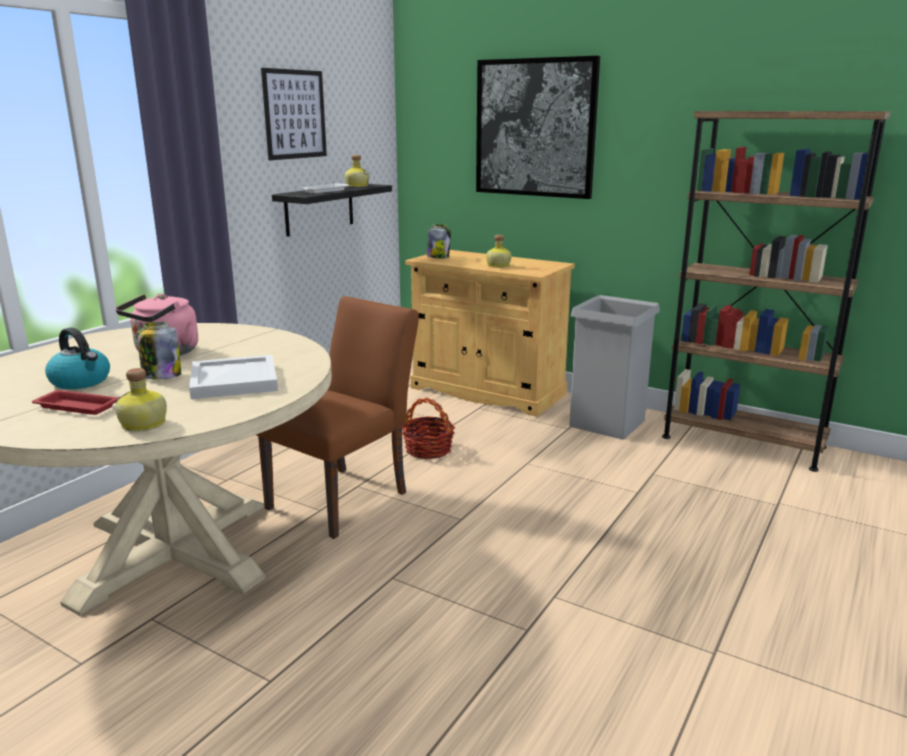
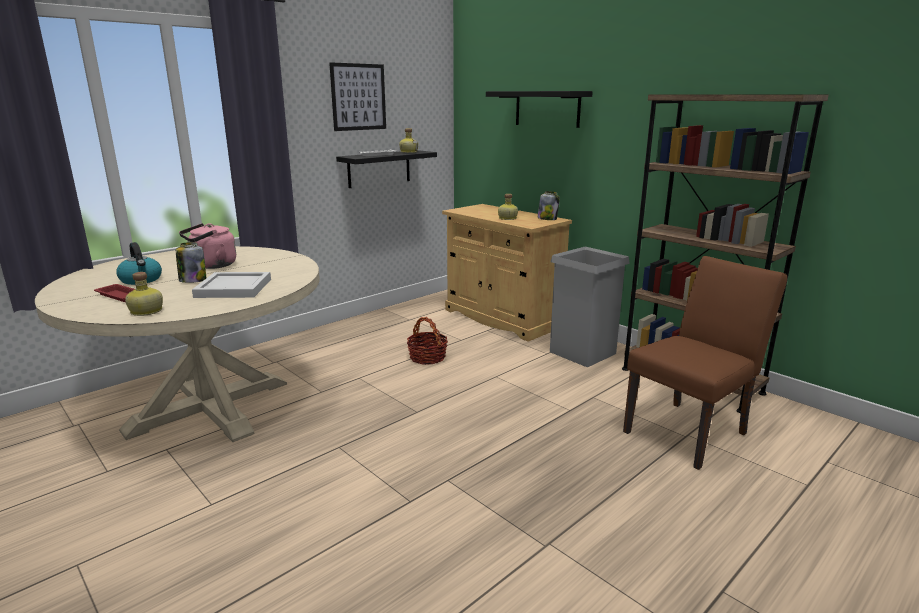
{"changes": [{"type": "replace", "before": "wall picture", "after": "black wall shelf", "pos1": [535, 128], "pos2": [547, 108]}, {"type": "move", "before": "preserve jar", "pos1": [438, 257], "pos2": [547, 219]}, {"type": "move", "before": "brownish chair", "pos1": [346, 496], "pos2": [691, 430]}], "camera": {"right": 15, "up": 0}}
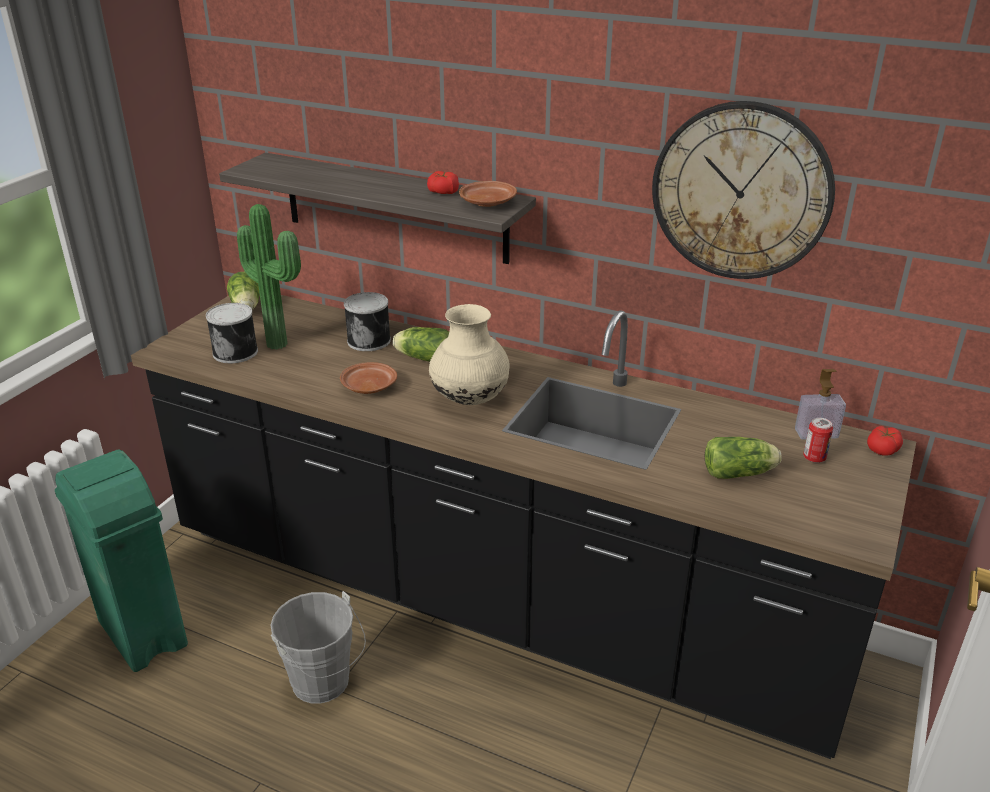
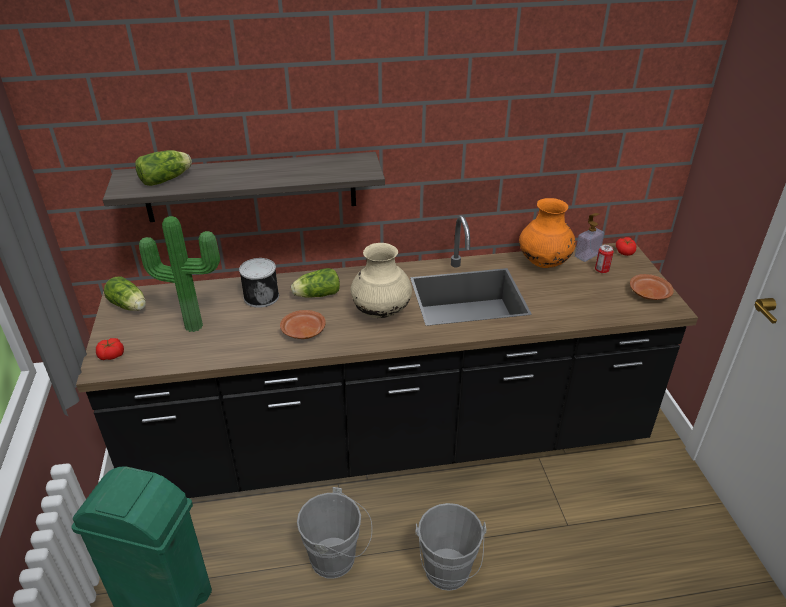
{"changes": [{"type": "delete", "before": "wall clock", "pos1": [741, 191]}, {"type": "move", "before": "fresh tomato", "pos1": [443, 192], "pos2": [111, 355]}, {"type": "move", "before": "brownish plate", "pos1": [488, 202], "pos2": [648, 293]}, {"type": "delete", "before": "metal can", "pos1": [236, 352]}, {"type": "move", "before": "lettuce head", "pos1": [740, 473], "pos2": [167, 179]}, {"type": "insert", "after": "orange decorative vase", "pos2": [543, 263]}, {"type": "insert", "after": "gray bucket", "pos2": [447, 575]}], "camera": {"right": -35, "up": 5}}
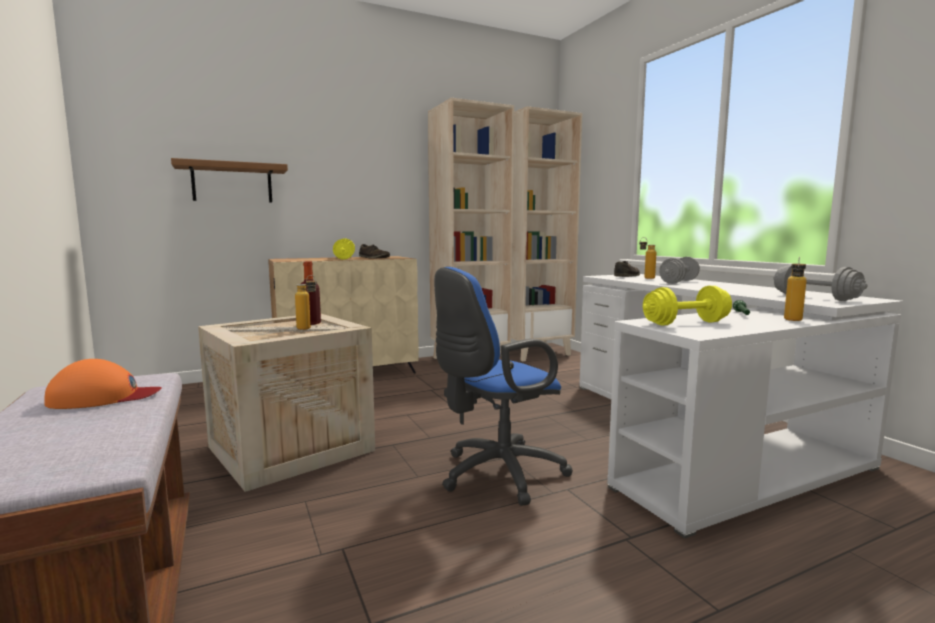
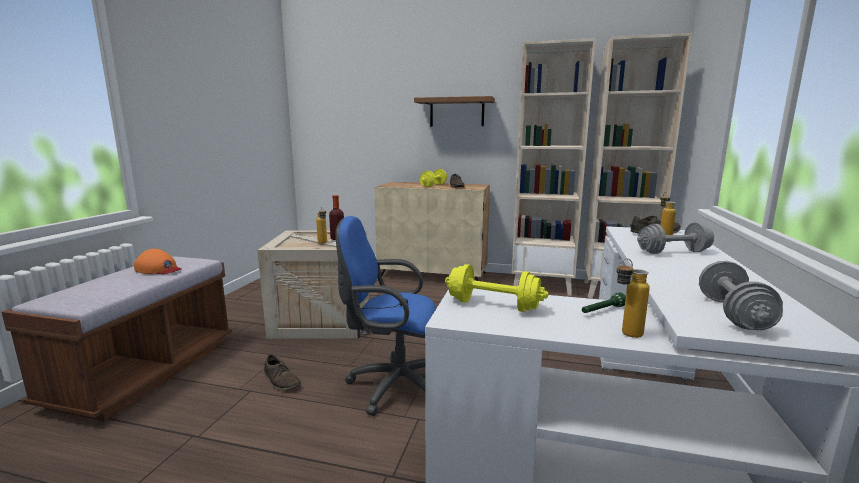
{"changes": [{"type": "move", "before": "brownish wall shelf", "pos1": [232, 183], "pos2": [456, 112]}, {"type": "insert", "after": "brownish low shoe", "pos2": [281, 380]}], "camera": {"right": 40, "up": 5}}
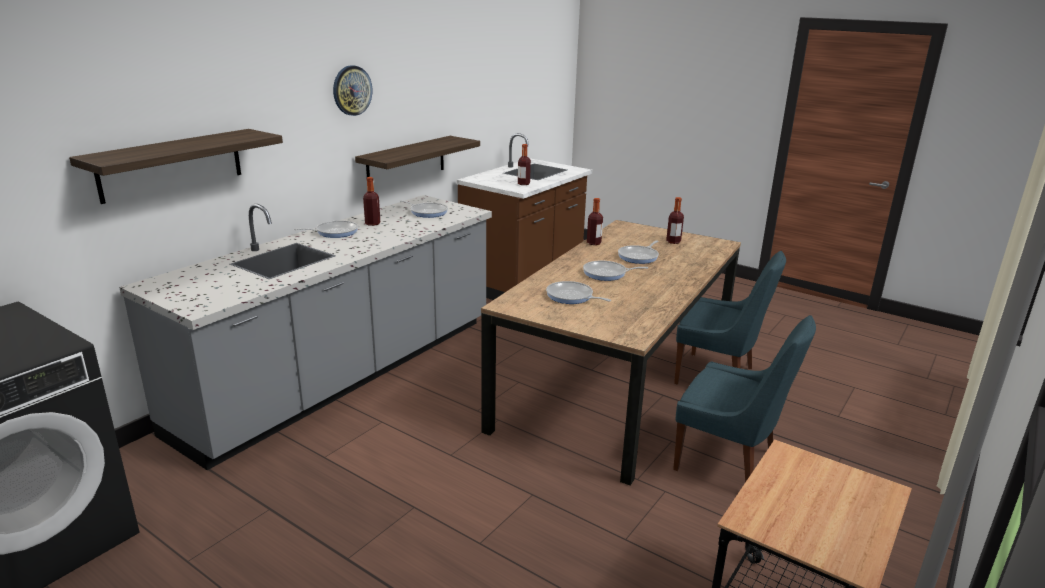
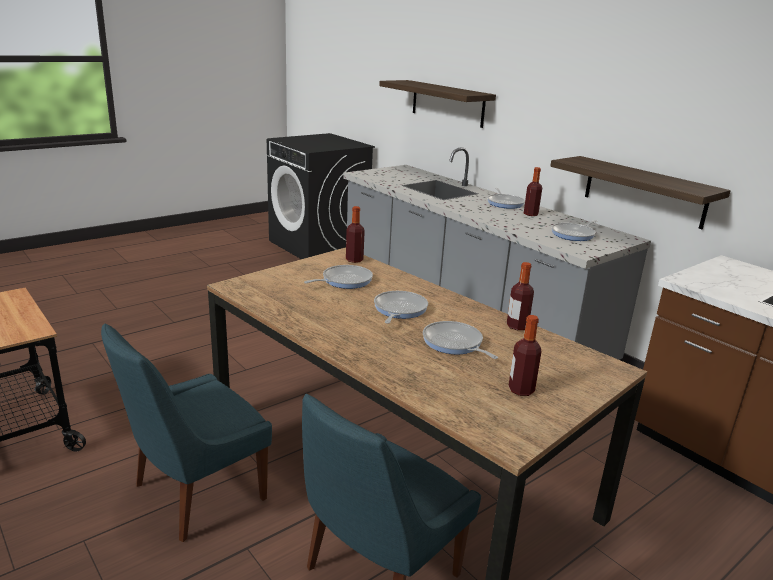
{"changes": [{"type": "delete", "before": "wall clock", "pos1": [352, 90]}, {"type": "move", "before": "beverage bottle", "pos1": [523, 184], "pos2": [354, 260]}], "camera": {"right": 105, "up": 0}}
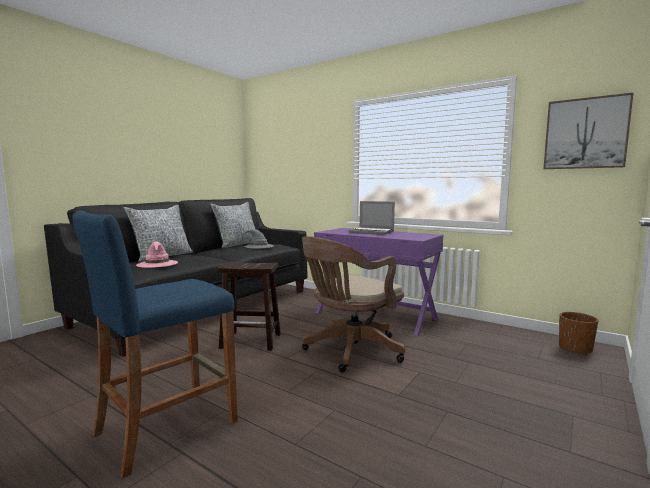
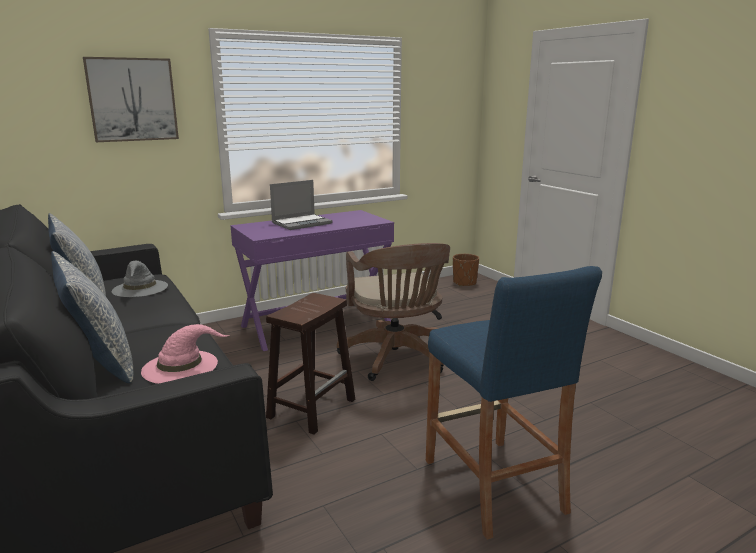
{"changes": [{"type": "move", "before": "wall picture", "pos1": [585, 133], "pos2": [132, 99]}], "camera": {"right": -65, "up": 10}}
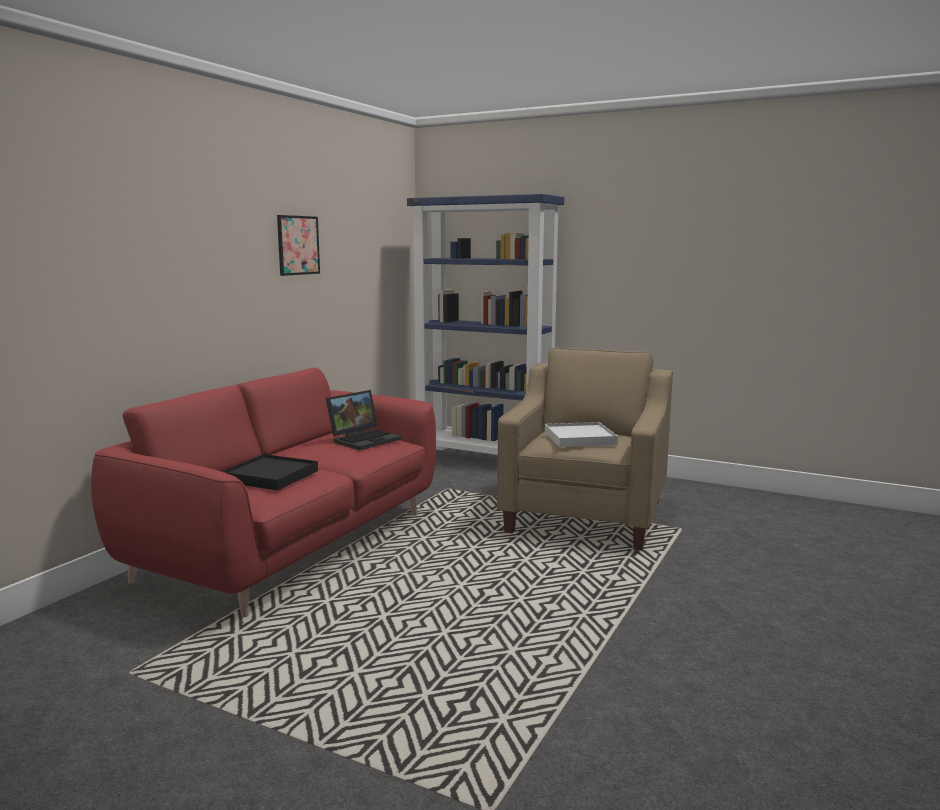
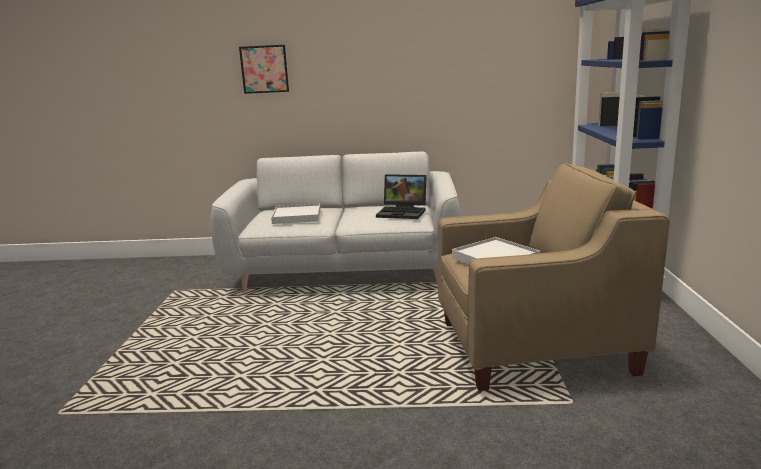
{"changes": [{"type": "move", "before": "wall picture", "pos1": [298, 245], "pos2": [264, 69]}, {"type": "recolor", "before": "red-coloured settee", "after": "gray settee", "pos1": [290, 546], "pos2": [345, 272]}, {"type": "recolor", "before": "black tray", "after": "white-coloured tray", "pos1": [270, 476], "pos2": [297, 216]}], "camera": {"right": 65, "up": 5}}
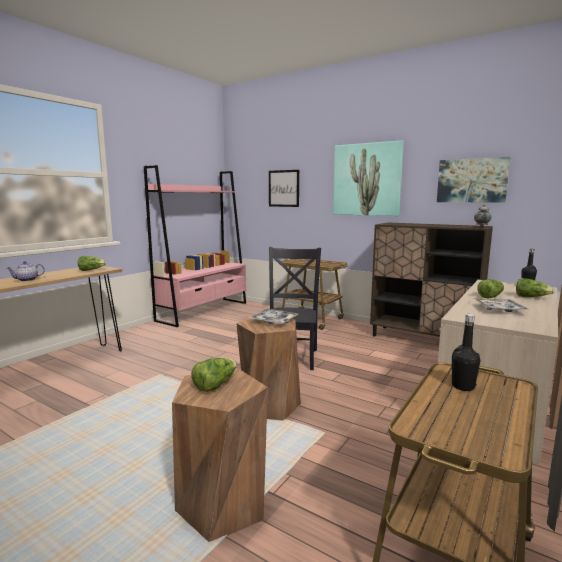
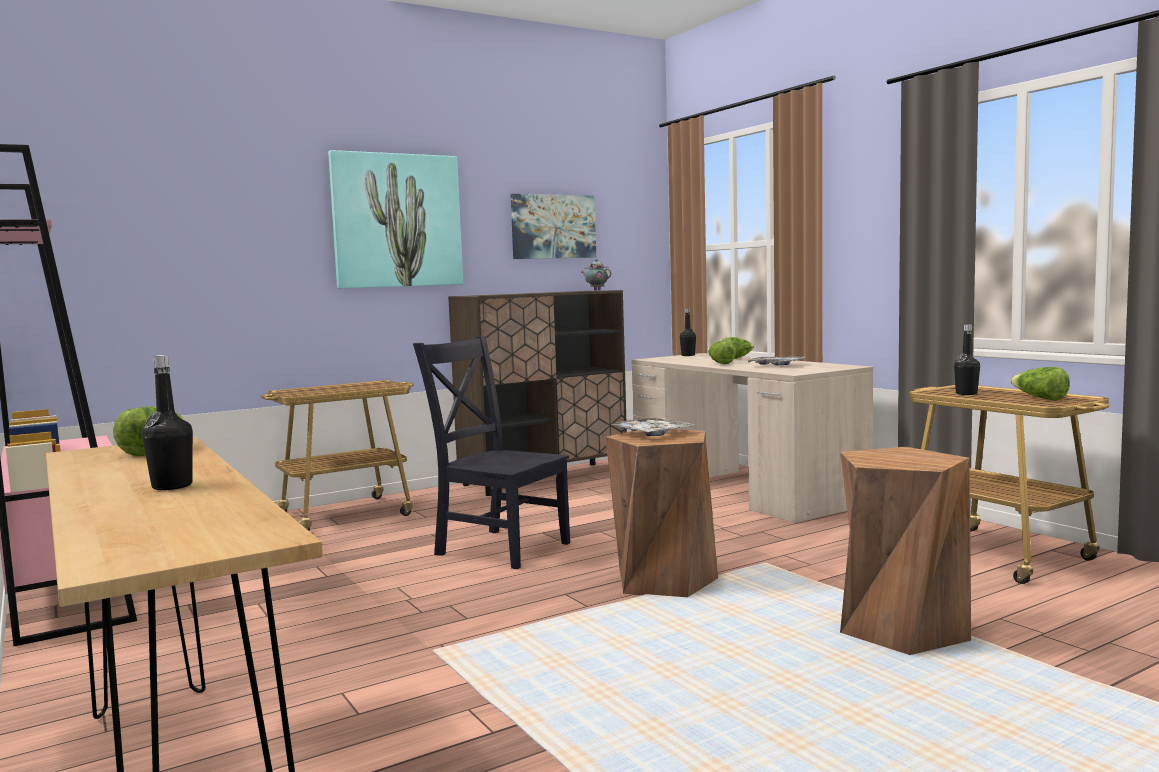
{"changes": [{"type": "delete", "before": "wall picture", "pos1": [283, 188]}, {"type": "replace", "before": "teapot", "after": "black beverage bottle", "pos1": [26, 280], "pos2": [172, 486]}, {"type": "move", "before": "lettuce head", "pos1": [215, 385], "pos2": [1039, 398]}], "camera": {"right": -65, "up": -5}}
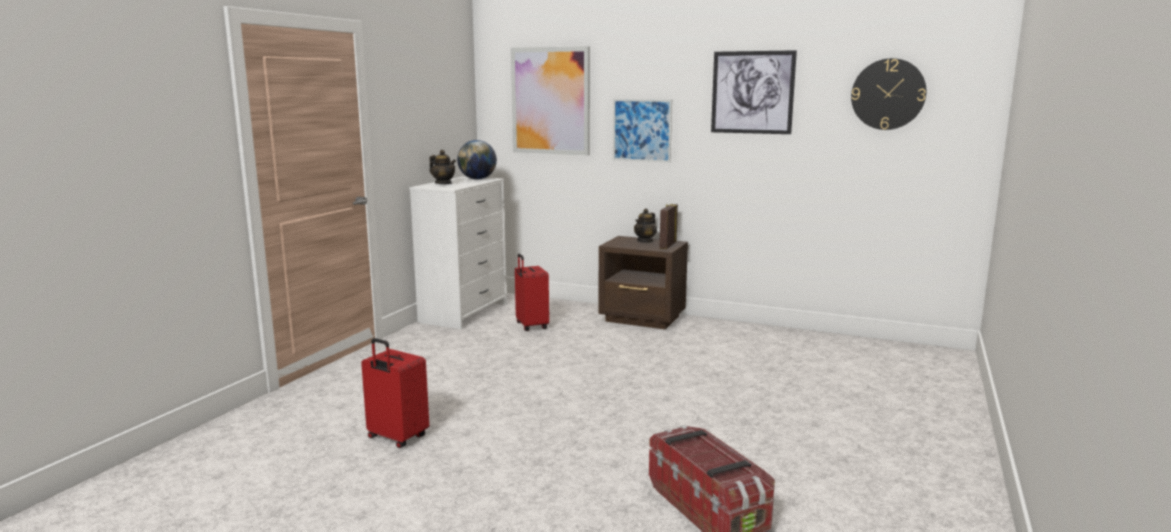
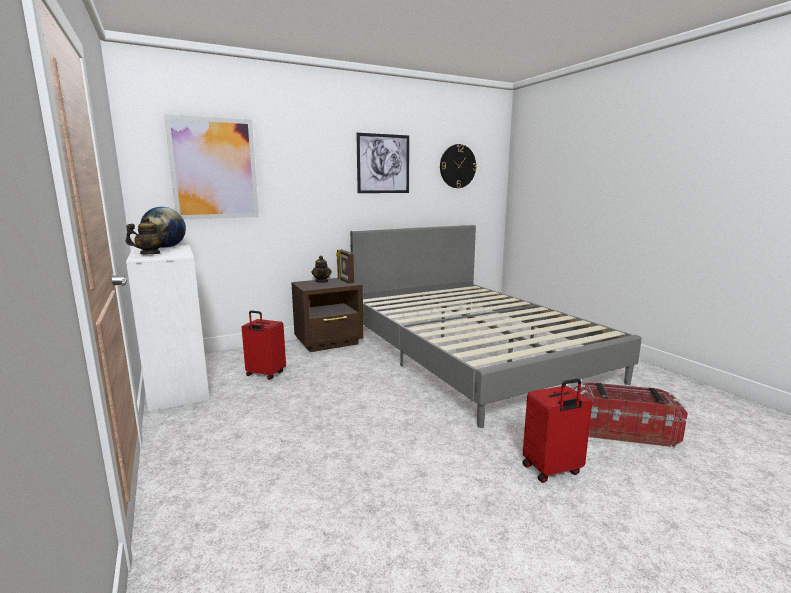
{"changes": [{"type": "delete", "before": "wall picture", "pos1": [642, 130]}, {"type": "move", "before": "red-coloured travel case", "pos1": [396, 438], "pos2": [552, 470]}, {"type": "insert", "after": "gray bed", "pos2": [472, 353]}], "camera": {"right": -50, "up": 0}}
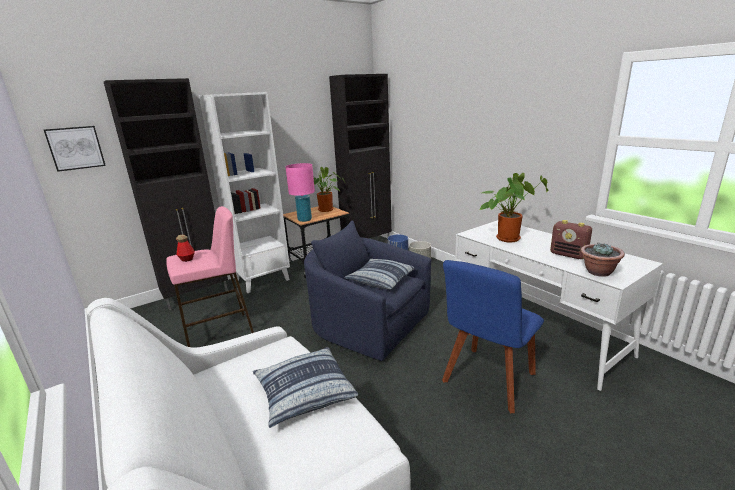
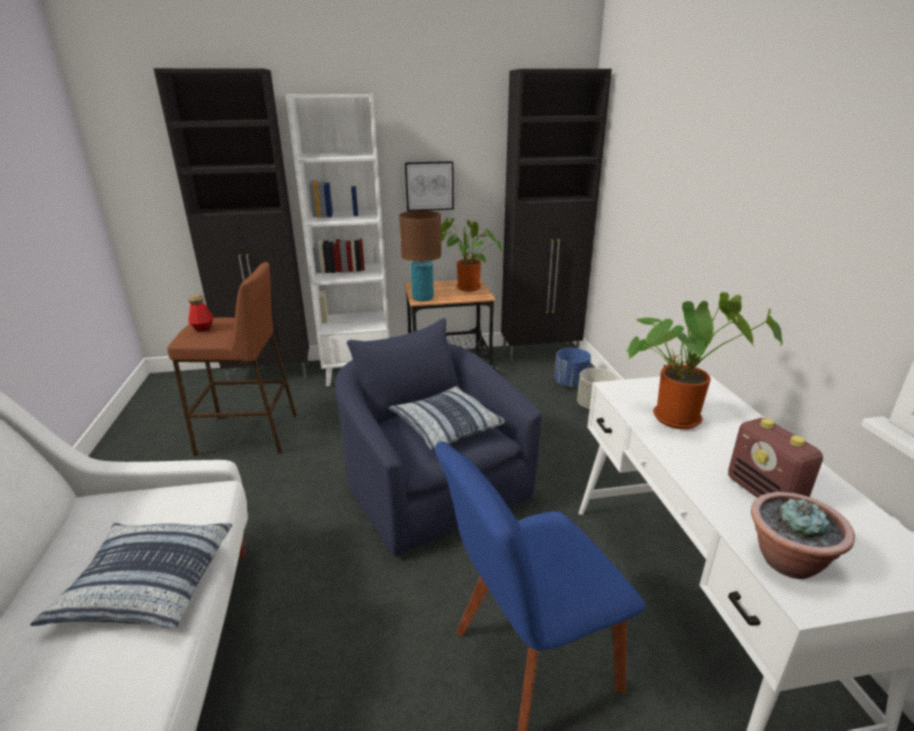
{"changes": [{"type": "move", "before": "wall picture", "pos1": [76, 148], "pos2": [429, 186]}, {"type": "recolor", "before": "pinkish lamp for a table", "after": "brownish lamp for a table", "pos1": [304, 220], "pos2": [422, 298]}, {"type": "recolor", "before": "pinkish sitting stool", "after": "brownish sitting stool", "pos1": [219, 333], "pos2": [249, 434]}], "camera": {"right": 25, "up": 5}}
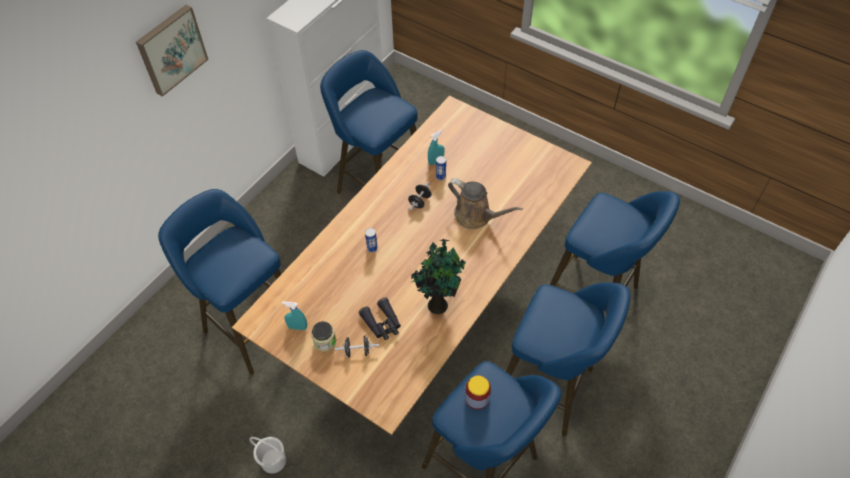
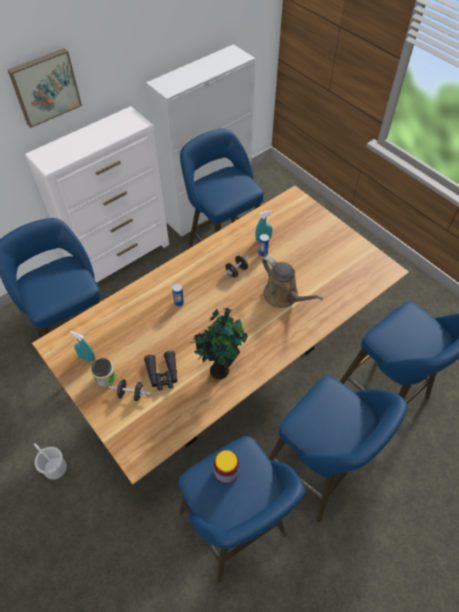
{"changes": [{"type": "insert", "after": "white-coloured dresser", "pos2": [122, 258]}], "camera": {"right": 15, "up": 0}}
